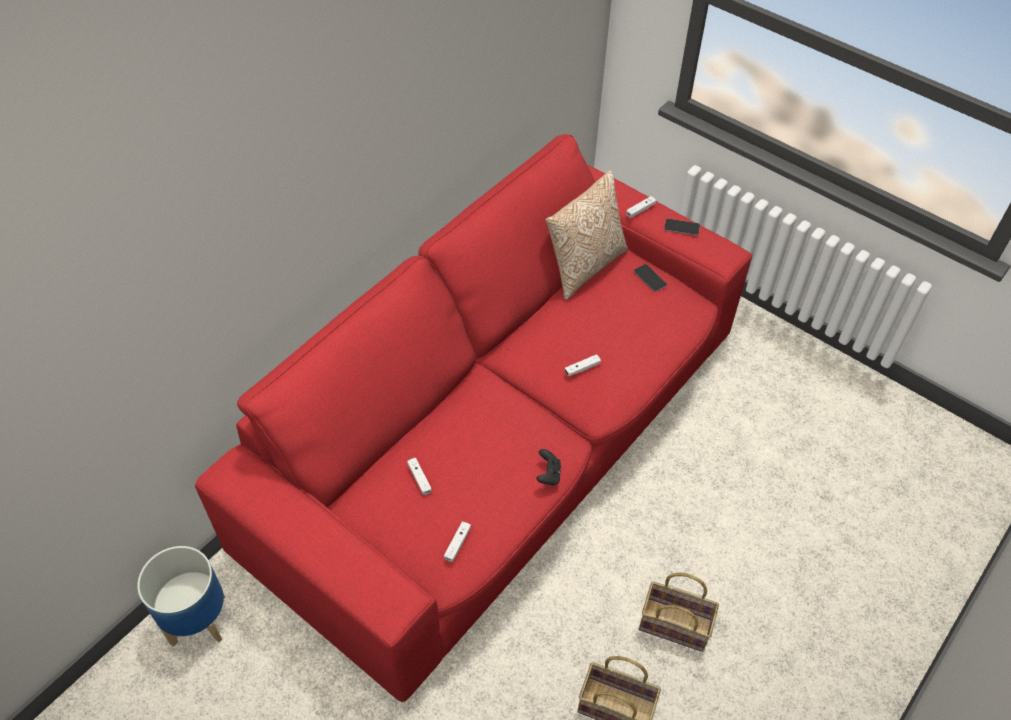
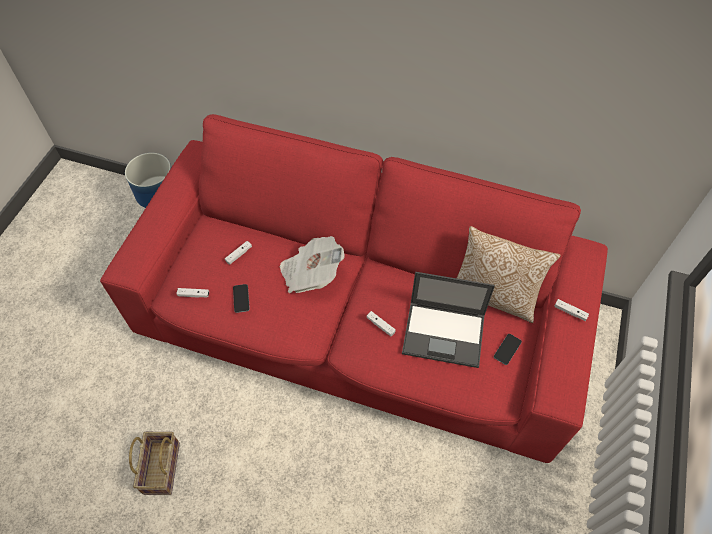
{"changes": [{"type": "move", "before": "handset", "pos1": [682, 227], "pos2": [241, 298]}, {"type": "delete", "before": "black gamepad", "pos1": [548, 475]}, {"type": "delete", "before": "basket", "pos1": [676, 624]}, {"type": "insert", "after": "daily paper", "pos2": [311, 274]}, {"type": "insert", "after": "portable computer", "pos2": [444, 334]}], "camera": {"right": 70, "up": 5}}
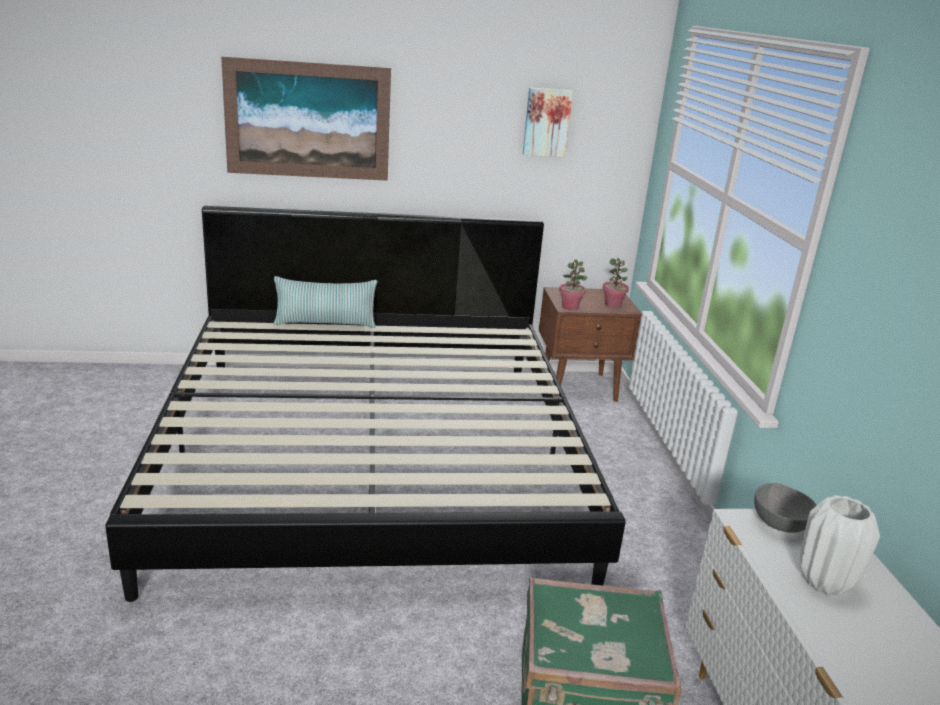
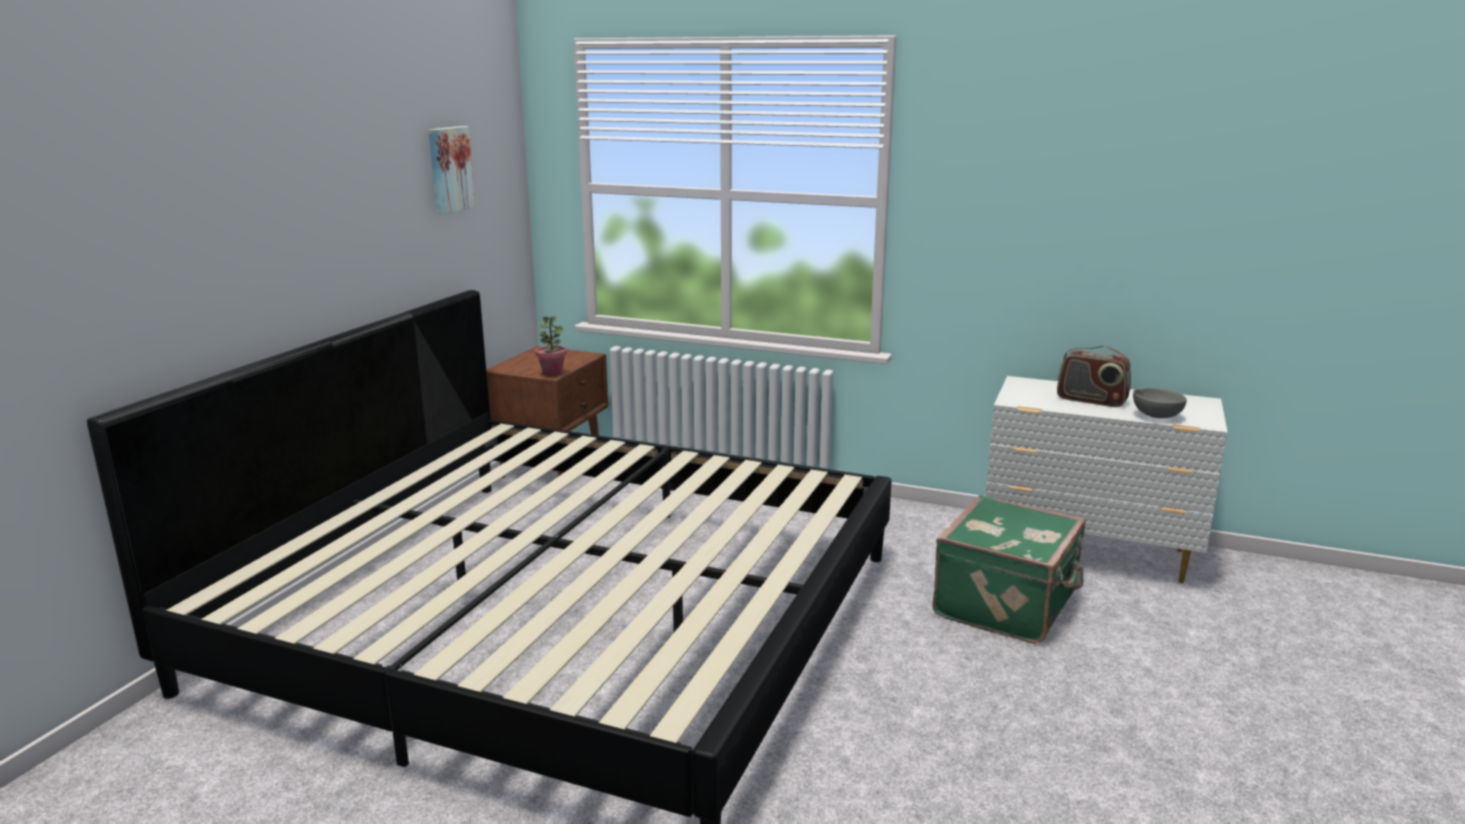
{"changes": [{"type": "delete", "before": "wall picture", "pos1": [308, 120]}, {"type": "delete", "before": "potted plant", "pos1": [613, 305]}, {"type": "delete", "before": "pillow", "pos1": [325, 323]}, {"type": "move", "before": "gray deep dish", "pos1": [780, 523], "pos2": [1155, 416]}, {"type": "replace", "before": "white-coloured decorative vase", "after": "radio receiver", "pos1": [825, 582], "pos2": [1091, 400]}], "camera": {"right": -60, "up": -5}}
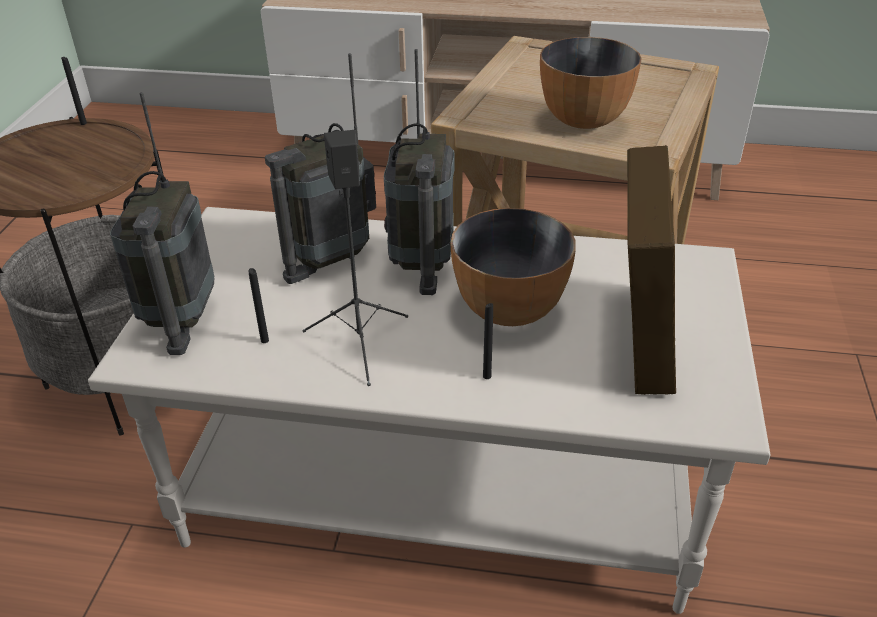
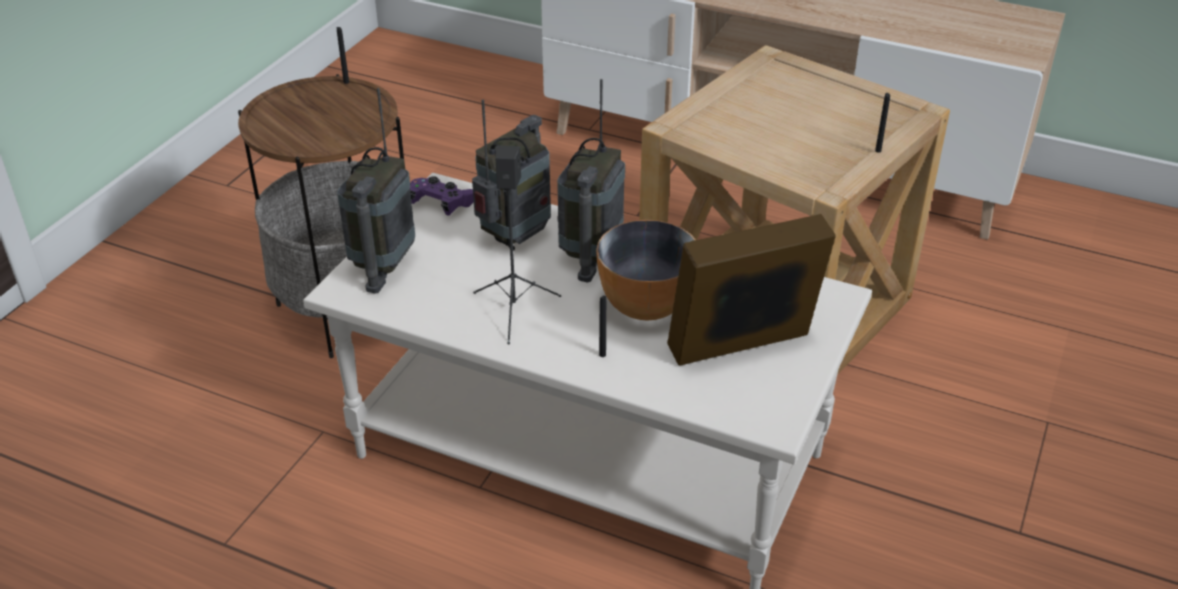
{"changes": [{"type": "delete", "before": "deep dish", "pos1": [583, 120]}, {"type": "rotate", "before": "radio receiver", "pos1": [329, 260], "pos2": [516, 237], "turn": 150}, {"type": "rotate", "before": "picture frame", "pos1": [639, 337], "pos2": [742, 348], "turn": -135}, {"type": "move", "before": "black wax candle", "pos1": [264, 340], "pos2": [878, 151]}, {"type": "insert", "after": "purple-coloured gamepad", "pos2": [442, 204]}], "camera": {"right": 15, "up": 0}}
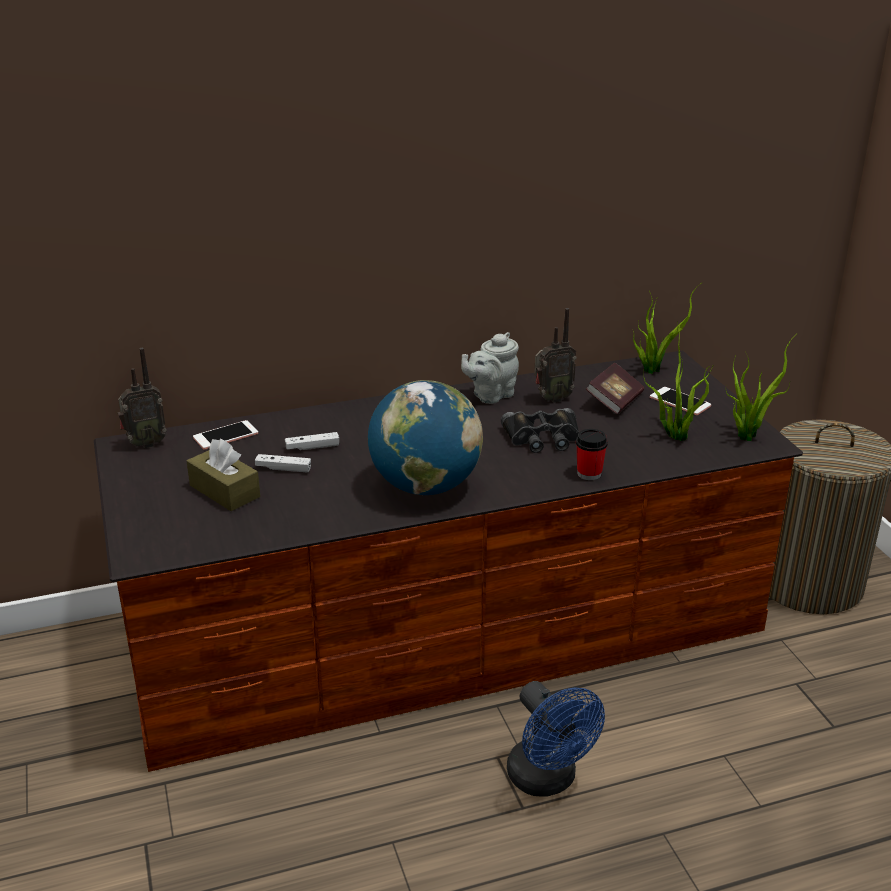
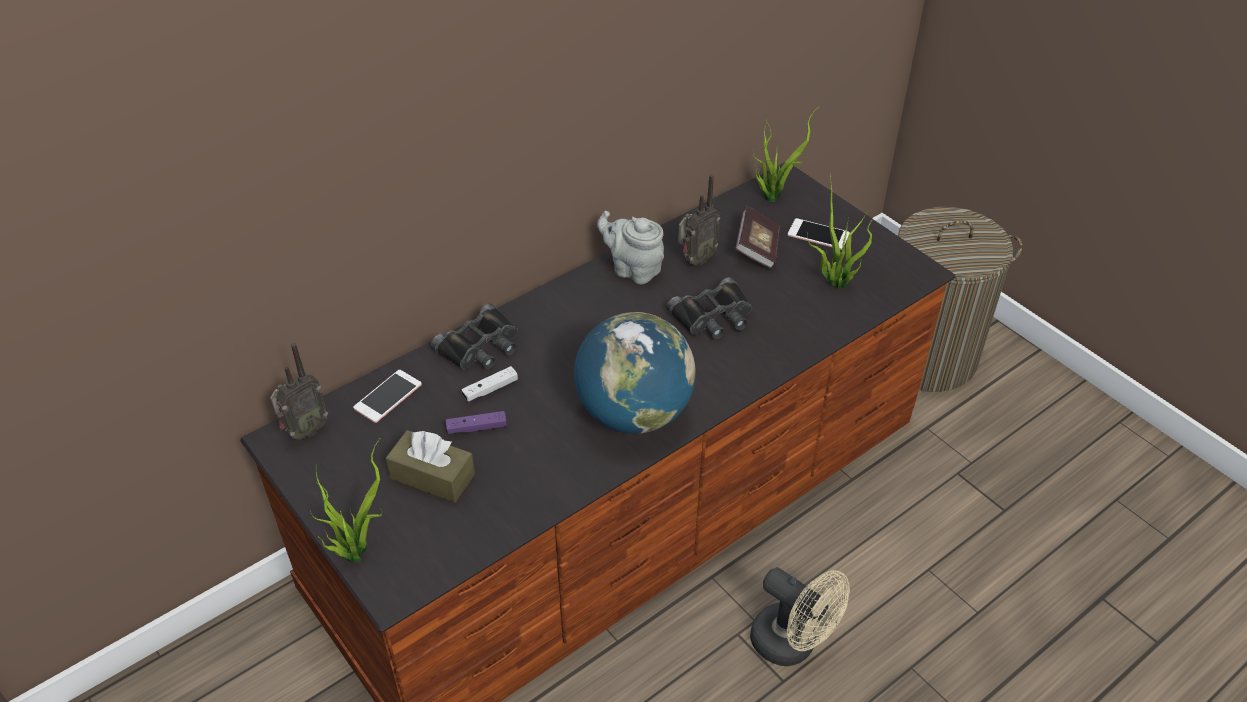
{"changes": [{"type": "rotate", "before": "gray teapot", "pos1": [490, 395], "pos2": [633, 269], "turn": 90}, {"type": "move", "before": "potted plant", "pos1": [746, 435], "pos2": [355, 550]}, {"type": "delete", "before": "cup", "pos1": [589, 474]}, {"type": "recolor", "before": "white-coloured gamepad", "after": "purple-coloured gamepad", "pos1": [283, 469], "pos2": [476, 428]}, {"type": "recolor", "before": "bluish cooling fan", "after": "beige-coloured cooling fan", "pos1": [548, 780], "pos2": [792, 644]}, {"type": "insert", "after": "black field glasses", "pos2": [481, 346]}], "camera": {"right": -20, "up": 15}}
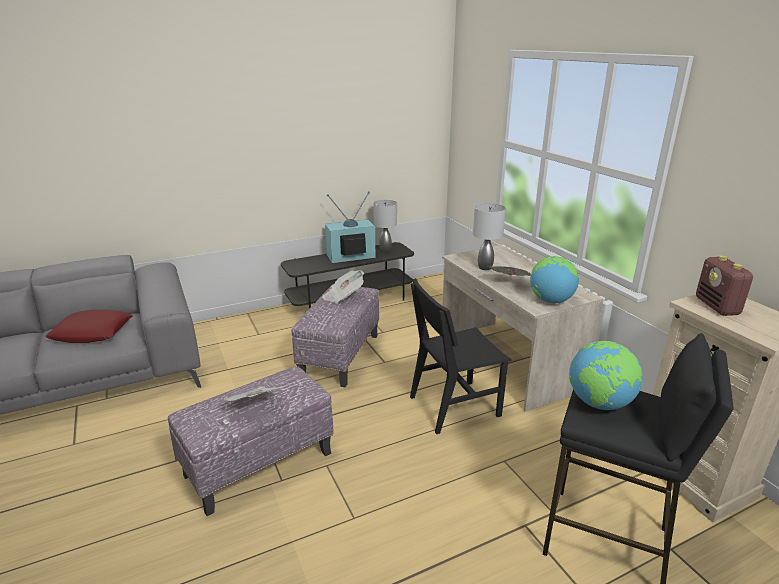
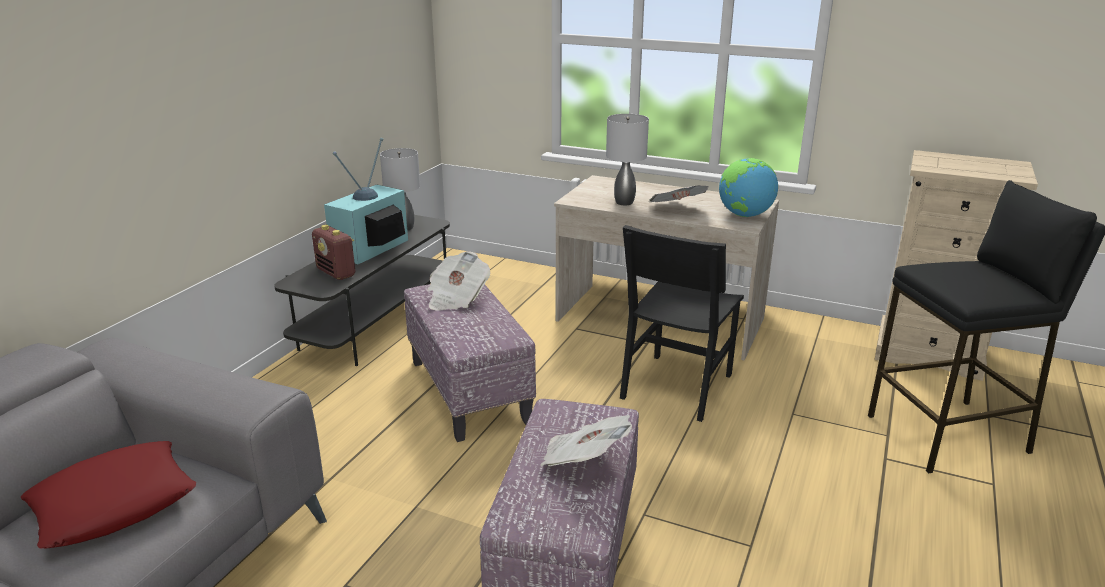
{"changes": [{"type": "move", "before": "radio receiver", "pos1": [717, 307], "pos2": [336, 273]}, {"type": "delete", "before": "desk globe", "pos1": [599, 403]}], "camera": {"right": -40, "up": 0}}
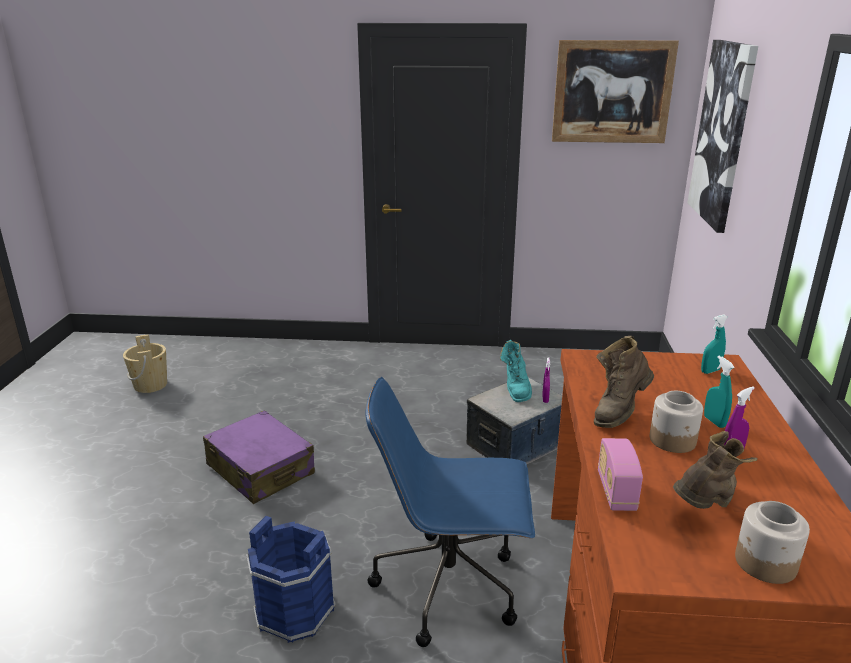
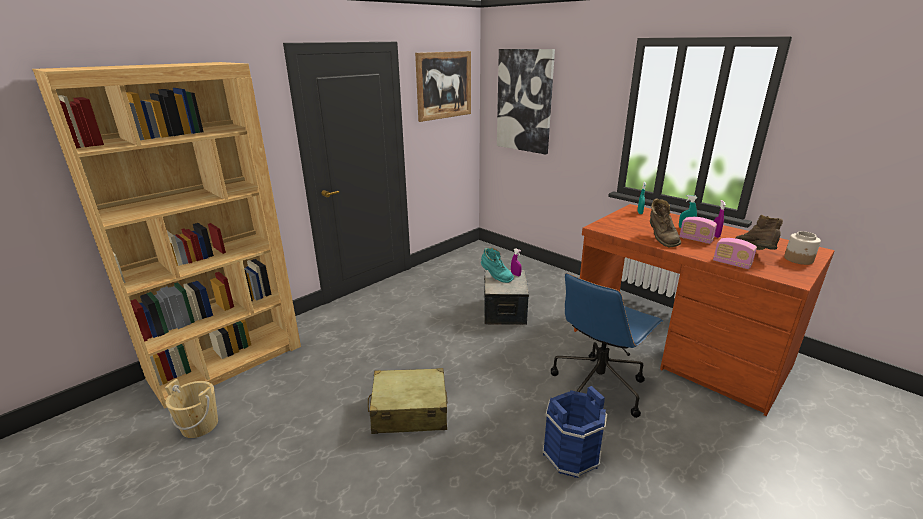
{"changes": [{"type": "replace", "before": "preserve jar", "after": "radio receiver", "pos1": [673, 440], "pos2": [695, 240]}, {"type": "recolor", "before": "purple-coloured travel case", "after": "beige-coloured travel case", "pos1": [260, 469], "pos2": [409, 411]}, {"type": "insert", "after": "brownish bookcase", "pos2": [228, 362]}], "camera": {"right": -50, "up": 0}}
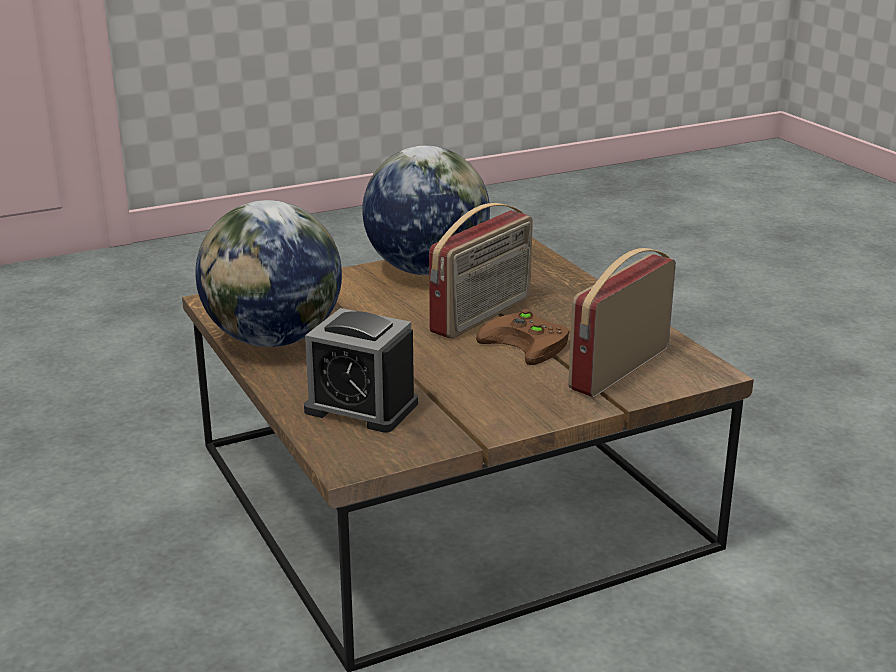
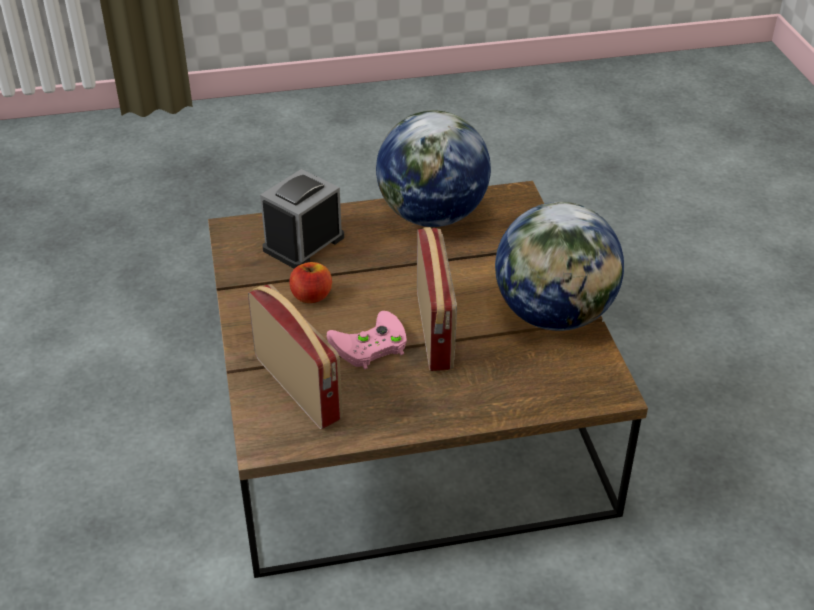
{"changes": [{"type": "rotate", "before": "radio receiver", "pos1": [483, 316], "pos2": [436, 330], "turn": -150}, {"type": "recolor", "before": "brownish gamepad", "after": "pinkish gamepad", "pos1": [530, 343], "pos2": [368, 346]}, {"type": "insert", "after": "apple", "pos2": [311, 296]}], "camera": {"right": 105, "up": 15}}
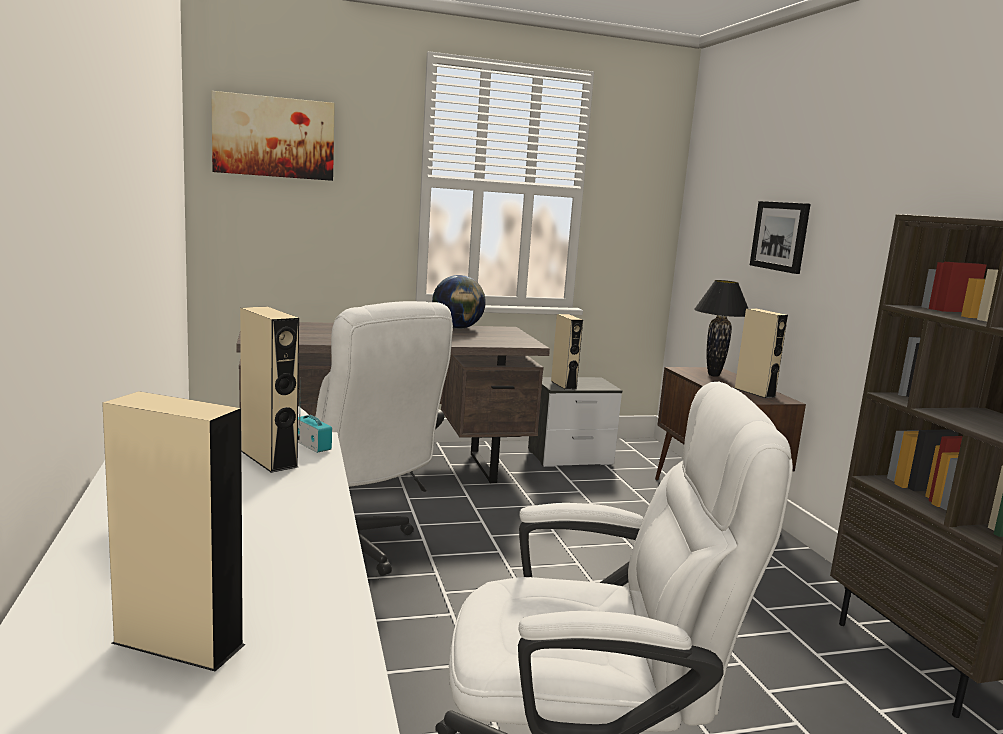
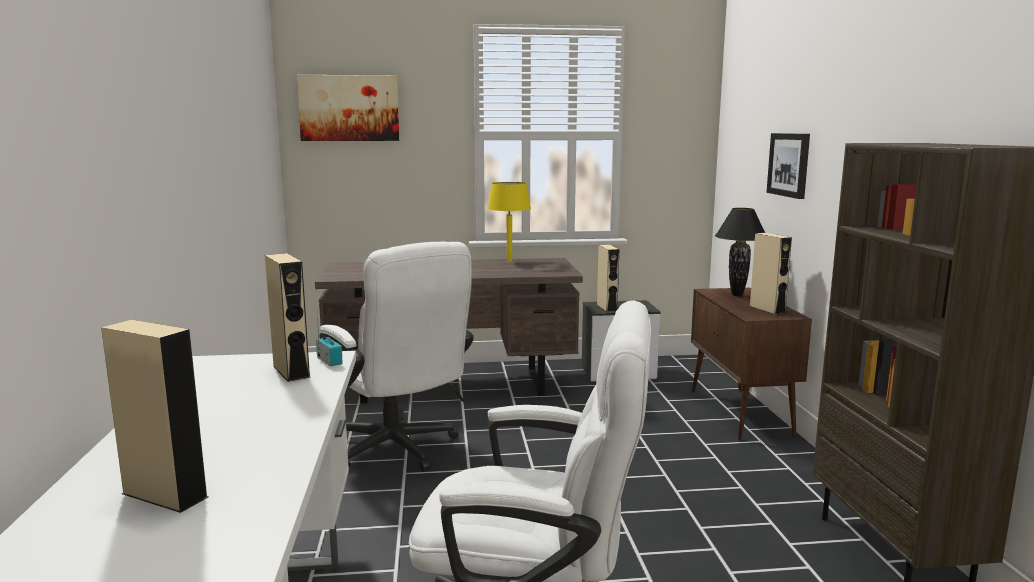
{"changes": [{"type": "replace", "before": "desk globe", "after": "yellowish lamp for a table", "pos1": [457, 328], "pos2": [509, 261]}], "camera": {"right": 10, "up": 0}}
